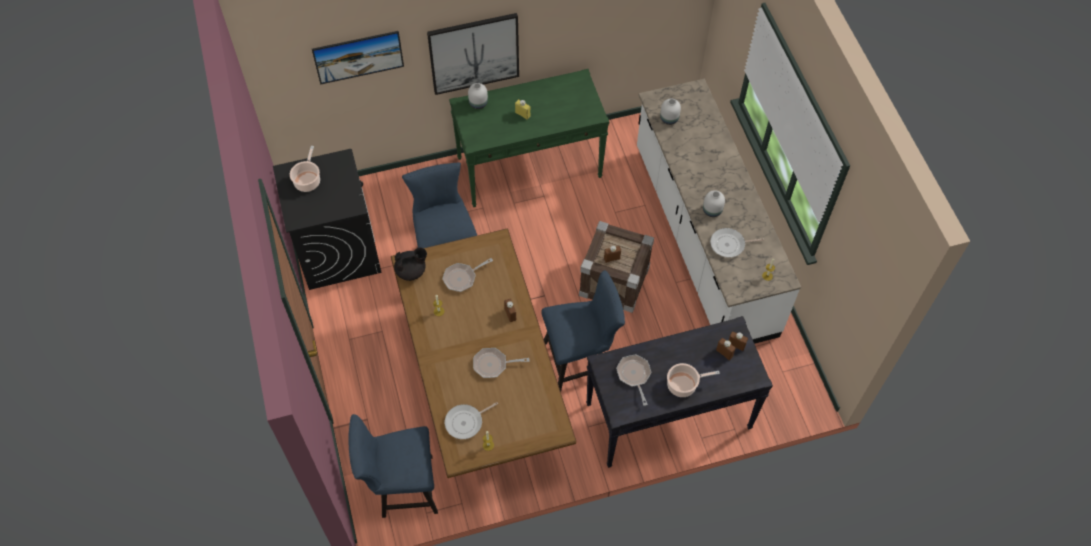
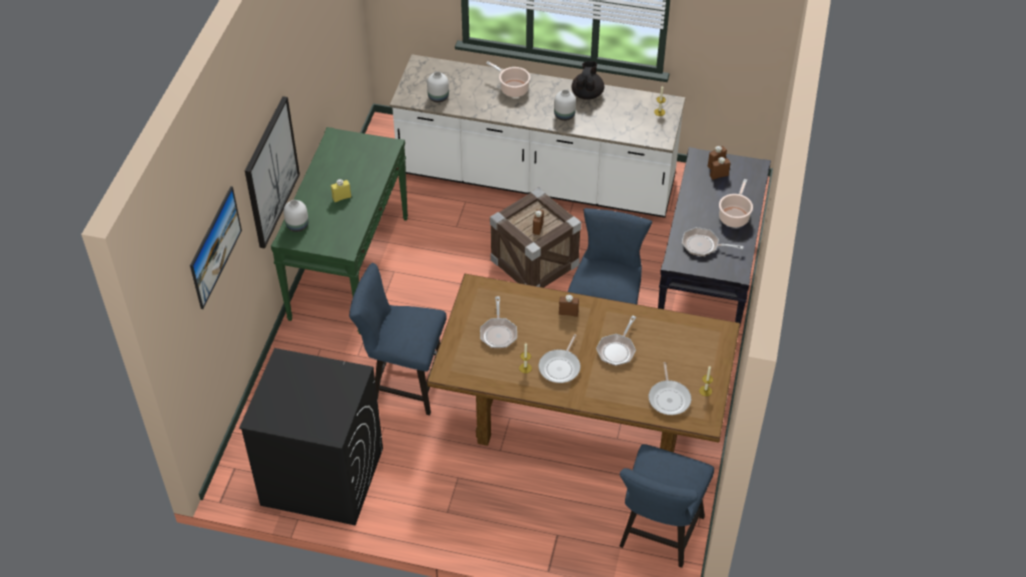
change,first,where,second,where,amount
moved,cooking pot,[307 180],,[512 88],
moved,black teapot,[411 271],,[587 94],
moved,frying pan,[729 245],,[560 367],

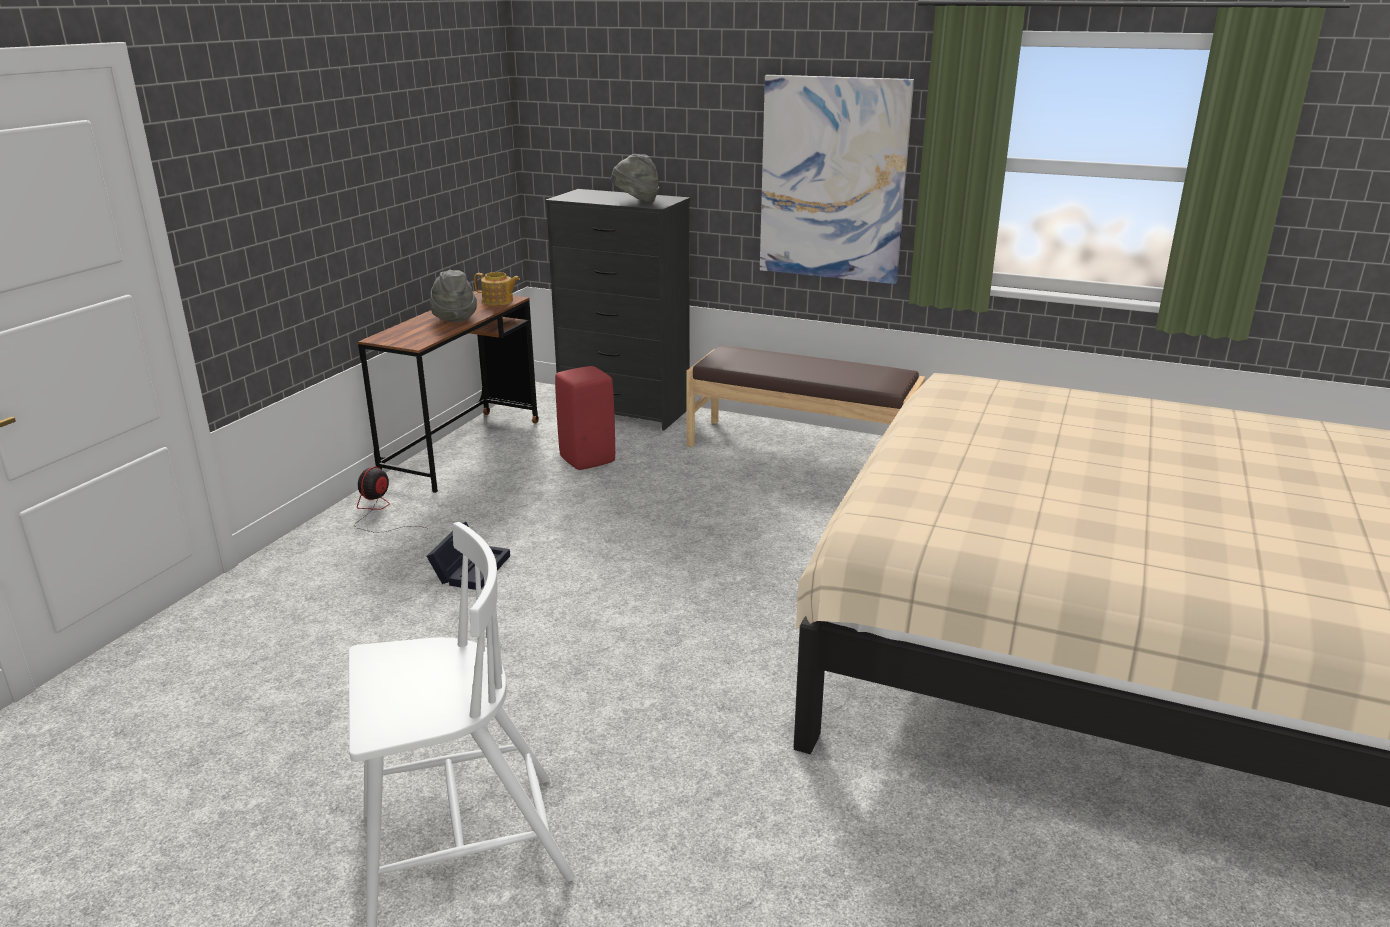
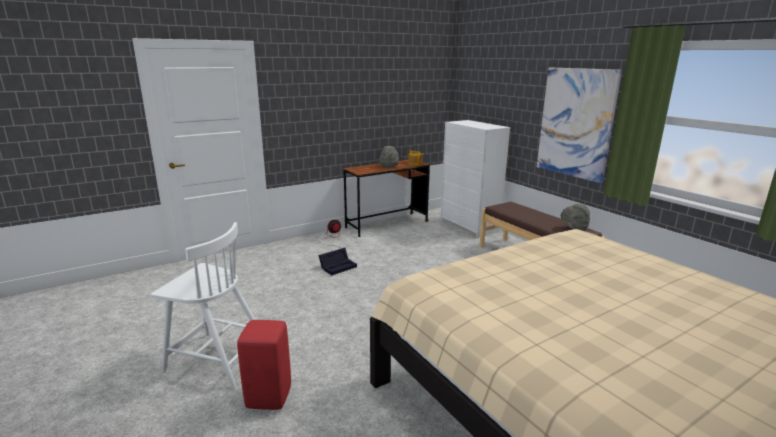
change,first,where,second,where,amount
recoloured,black dresser,[625 411],white dresser,[469 226],
moved,red stool,[587 461],,[268 398],
moved,grey hat,[636 201],,[573 229],

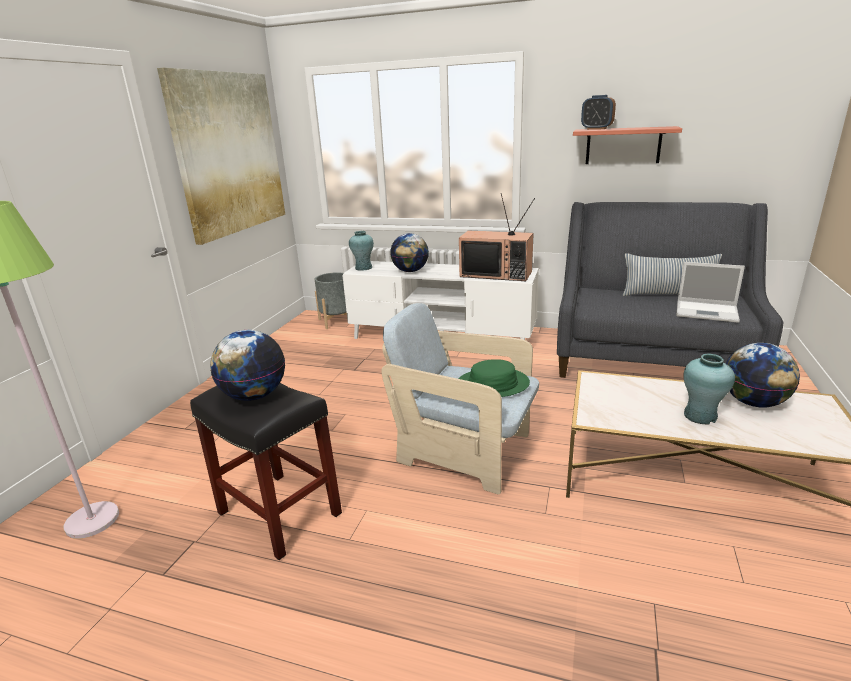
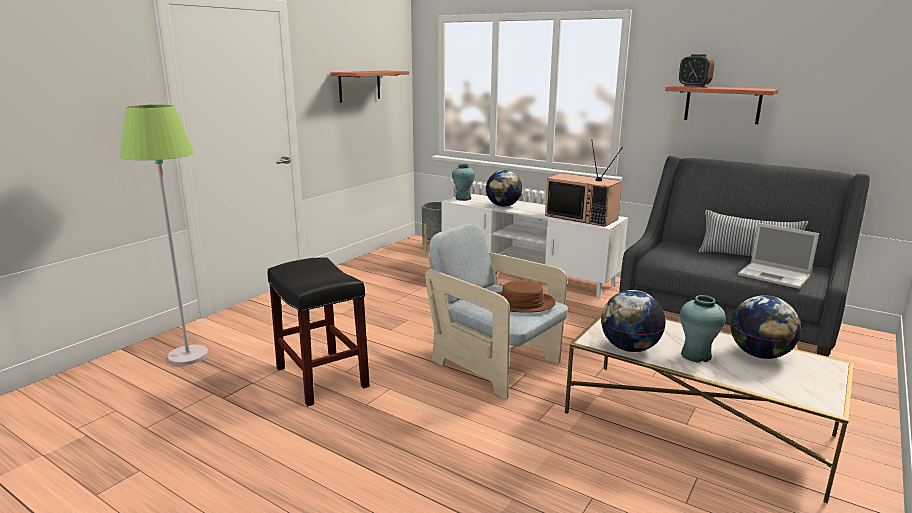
change,first,where,second,where,amount
replaced,picture,[229 154],shelf,[359 86],
moved,globe,[254 396],,[629 348],
recoloured,green hat,[493 384],brown hat,[521 303],

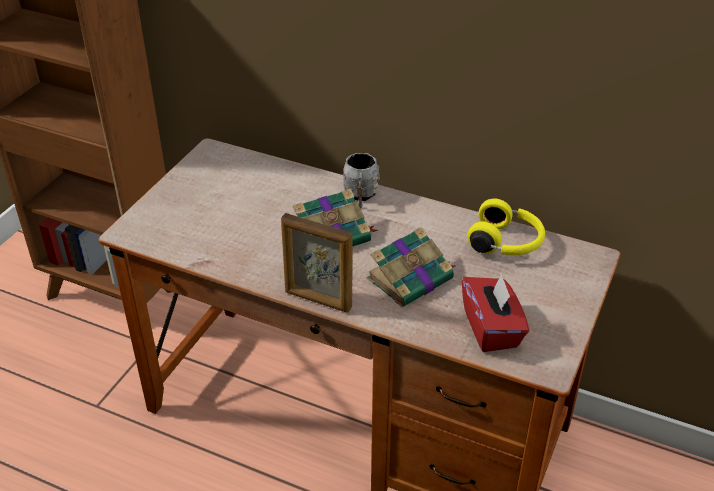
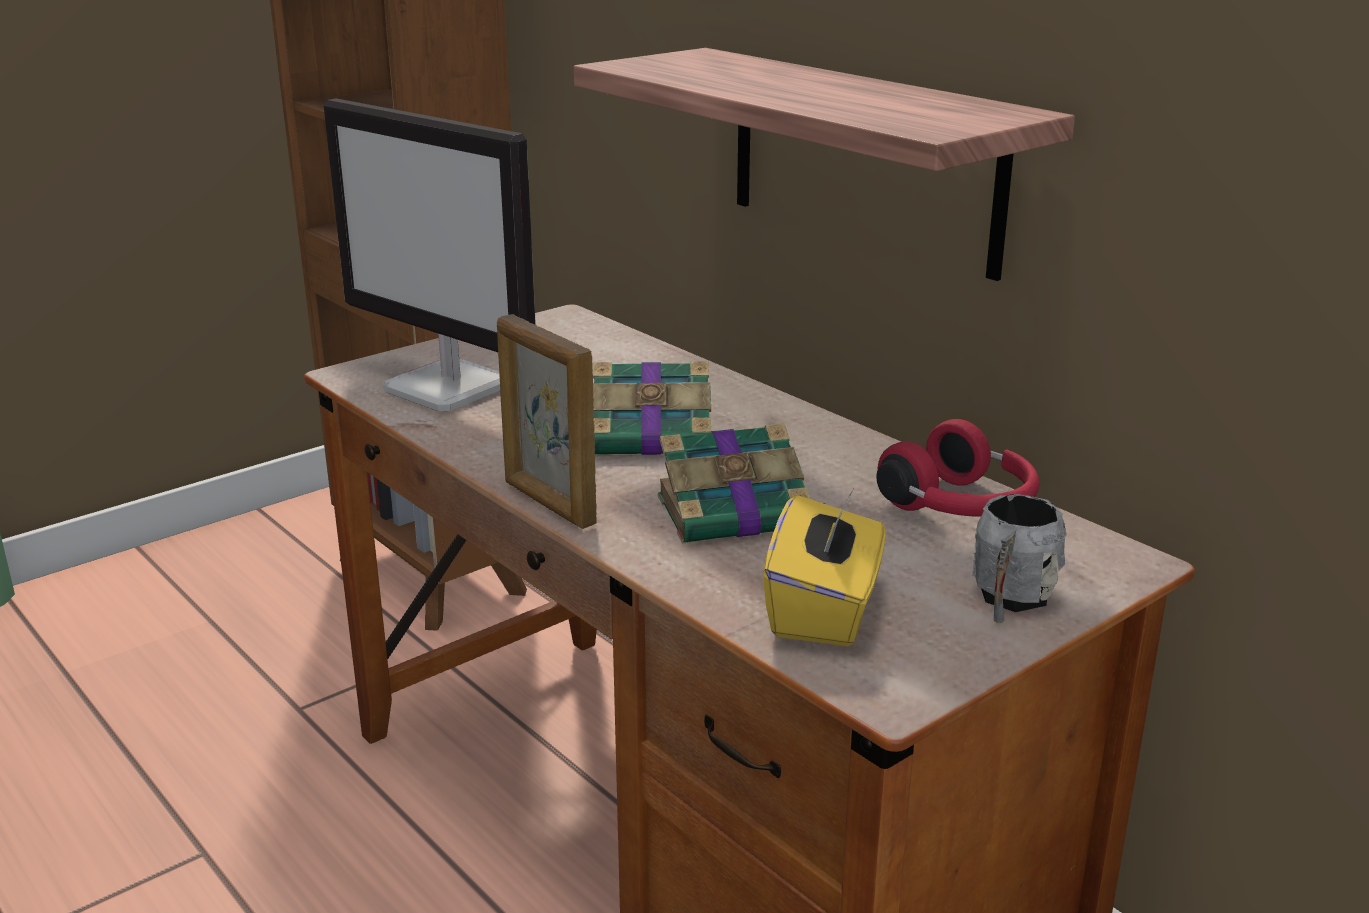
change,first,where,second,where,amount
moved,grey mug,[360 196],,[1009 600],
recoloured,red tissue box,[492 329],yellow tissue box,[824 611],
recoloured,yellow headphones,[506 243],red headphones,[961 507],
added,,,monitor,[450 388],
added,,,shelf,[863 159],

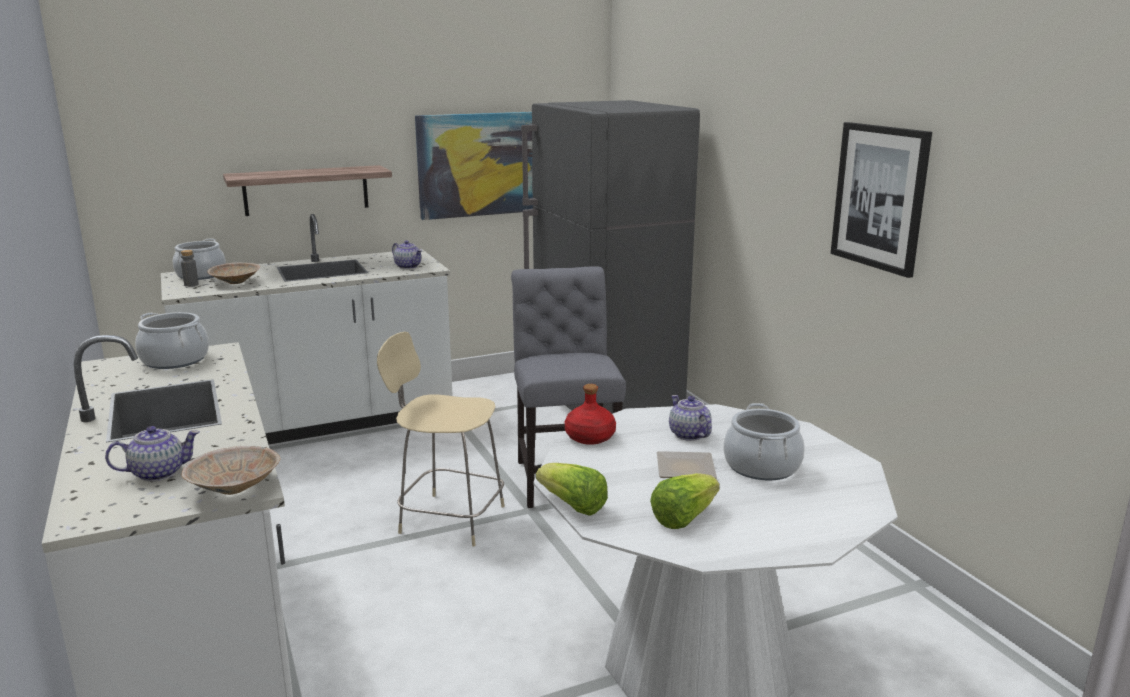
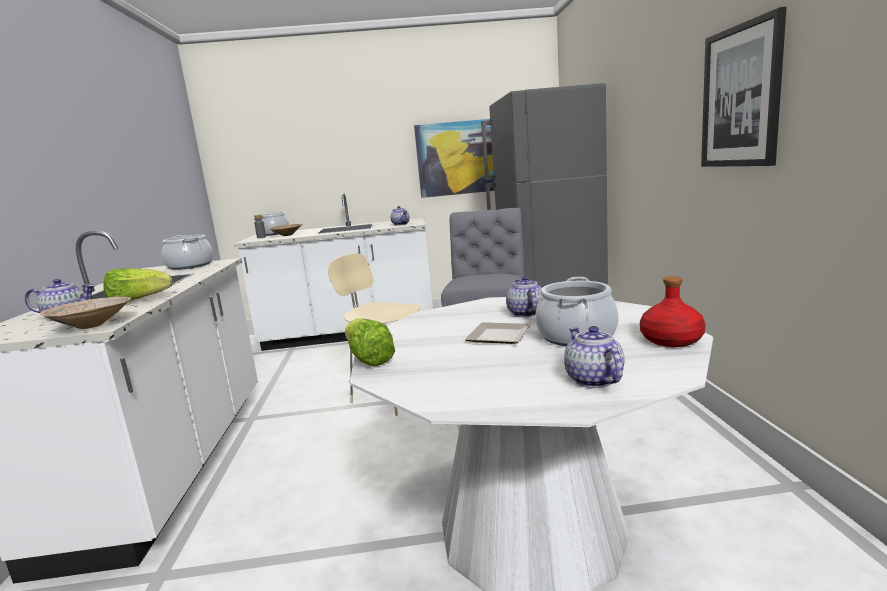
change,first,where,second,where,amount
removed,shelf,[306 190],,,
moved,red bottle,[590 437],,[672 340],
moved,lettuce,[683 518],,[138 300],
added,,,teapot,[592 379],

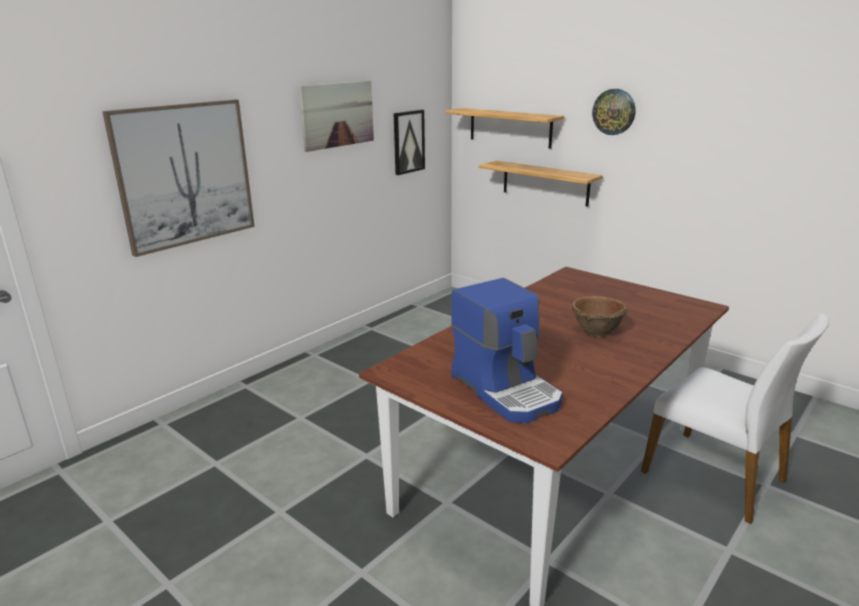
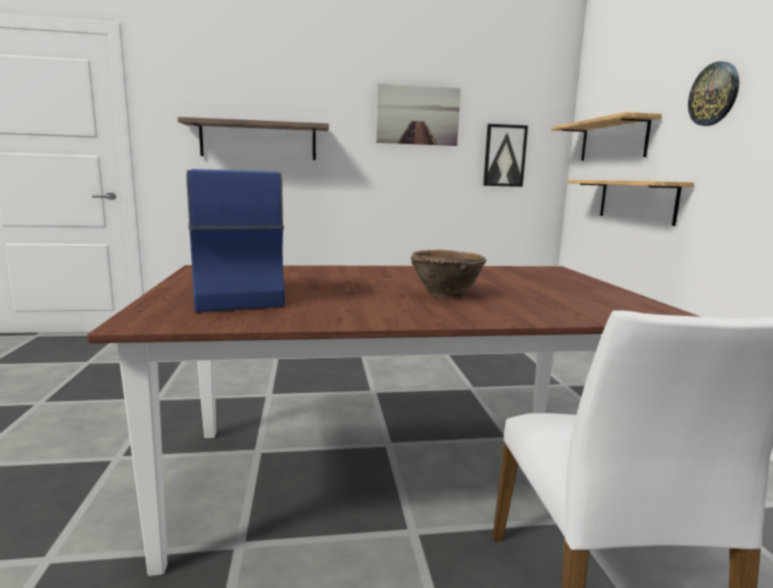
change,first,where,second,where,amount
replaced,picture,[185 175],shelf,[258 140],
turned,coffee machine,[507 390],,[233 294],150 degrees clockwise

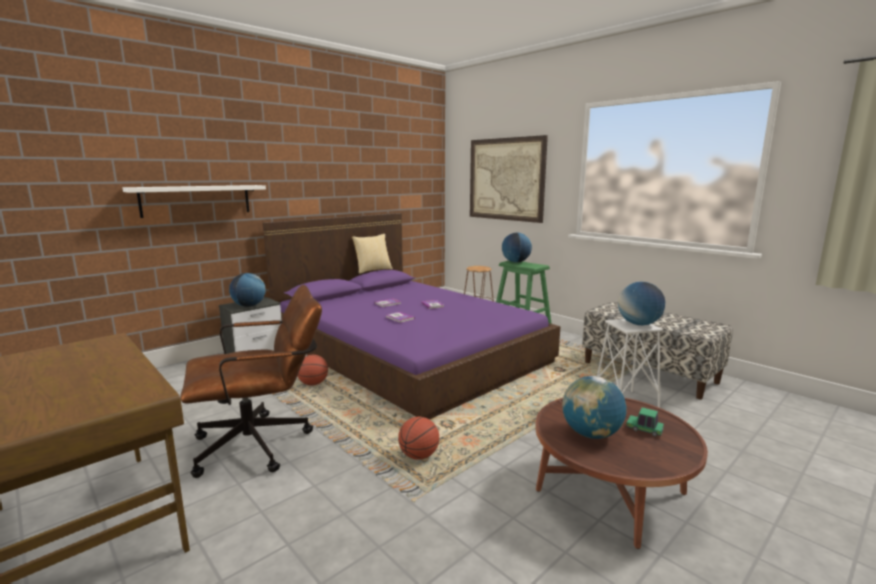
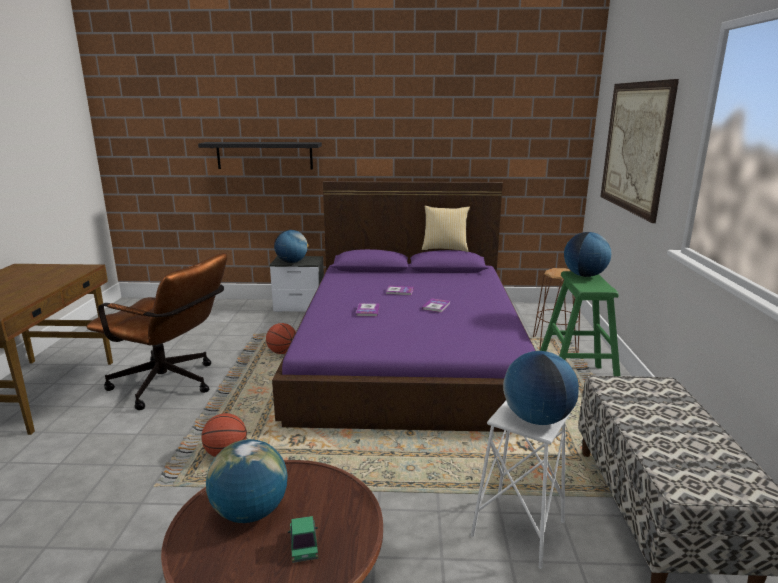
change,first,where,second,where,amount
recoloured,white shelf,[196 200],black shelf,[264 155],

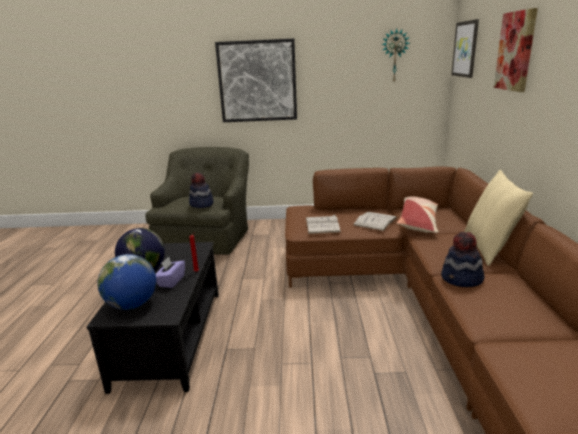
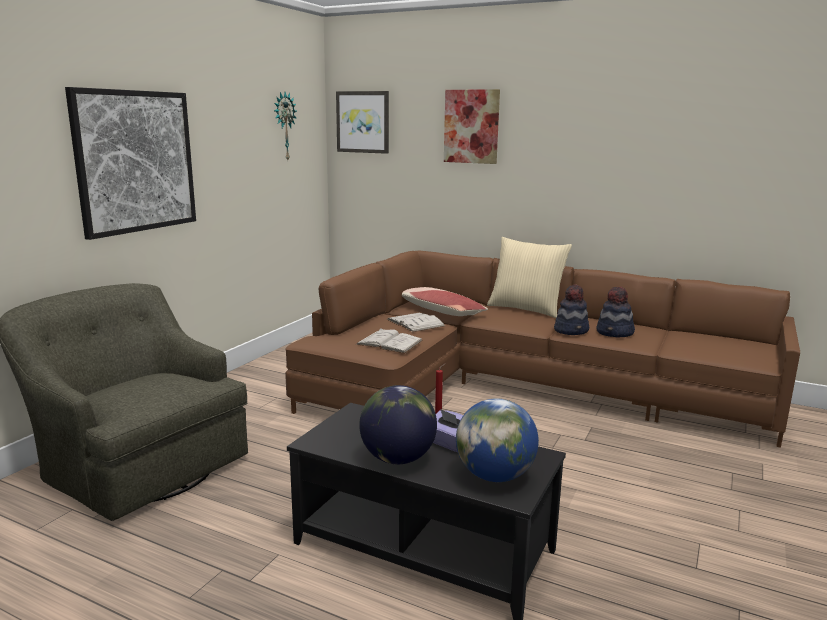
change,first,where,second,where,amount
moved,hat,[201 204],,[615 333],

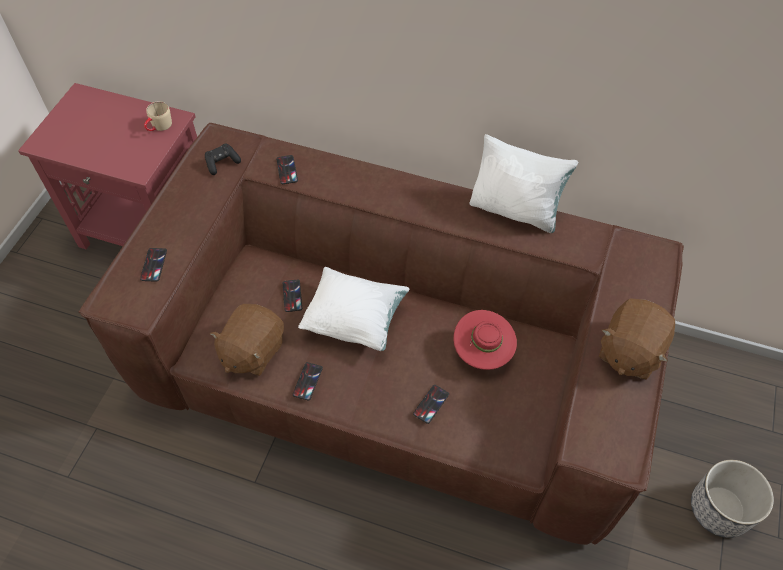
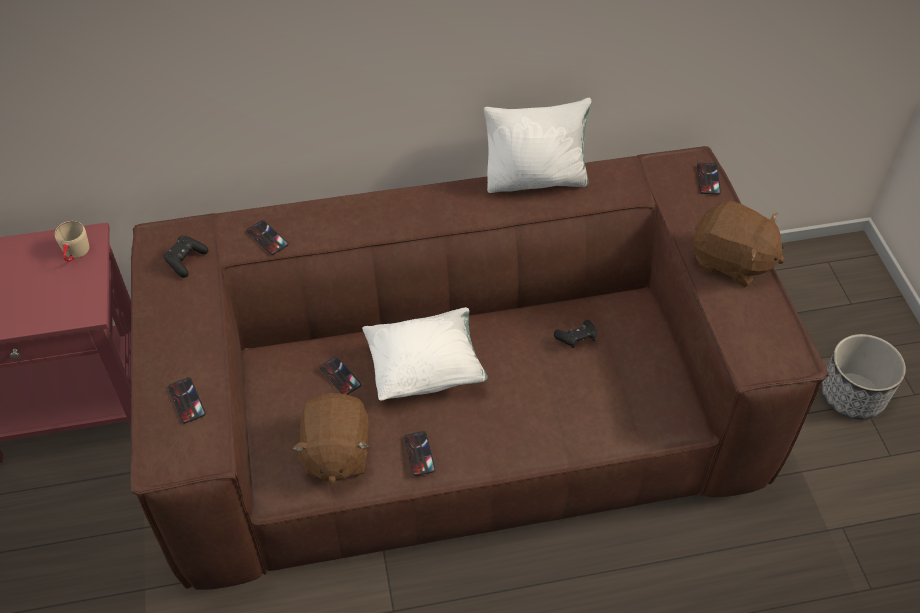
change,first,where,second,where,amount
moved,phone,[431 404],,[708 179],
replaced,red hat,[482 352],black game controller,[576 339],
turned,brown plush toy,[629 351],,[731 262],60 degrees counterclockwise

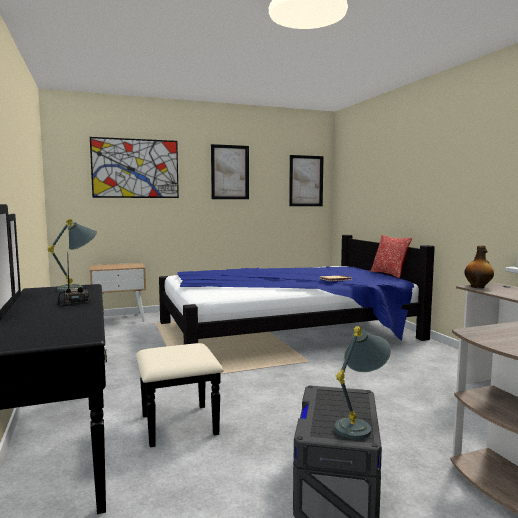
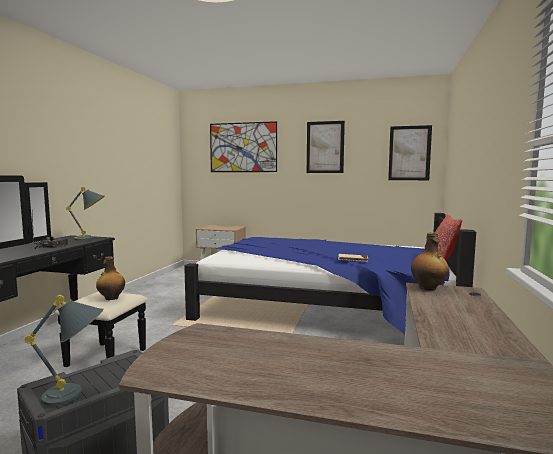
change,first,where,second,where,amount
added,,,bottle,[111 298],

